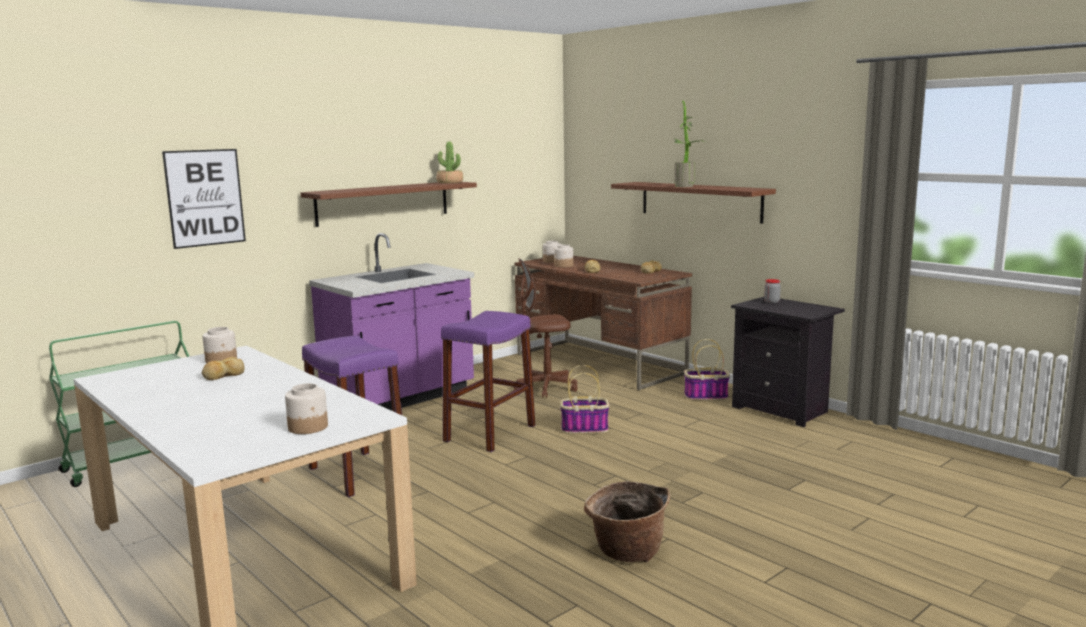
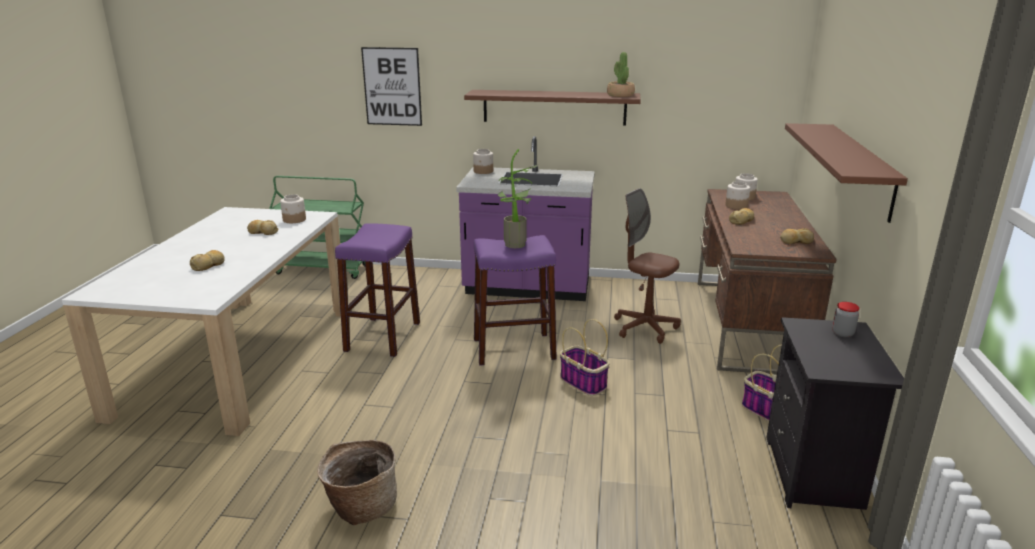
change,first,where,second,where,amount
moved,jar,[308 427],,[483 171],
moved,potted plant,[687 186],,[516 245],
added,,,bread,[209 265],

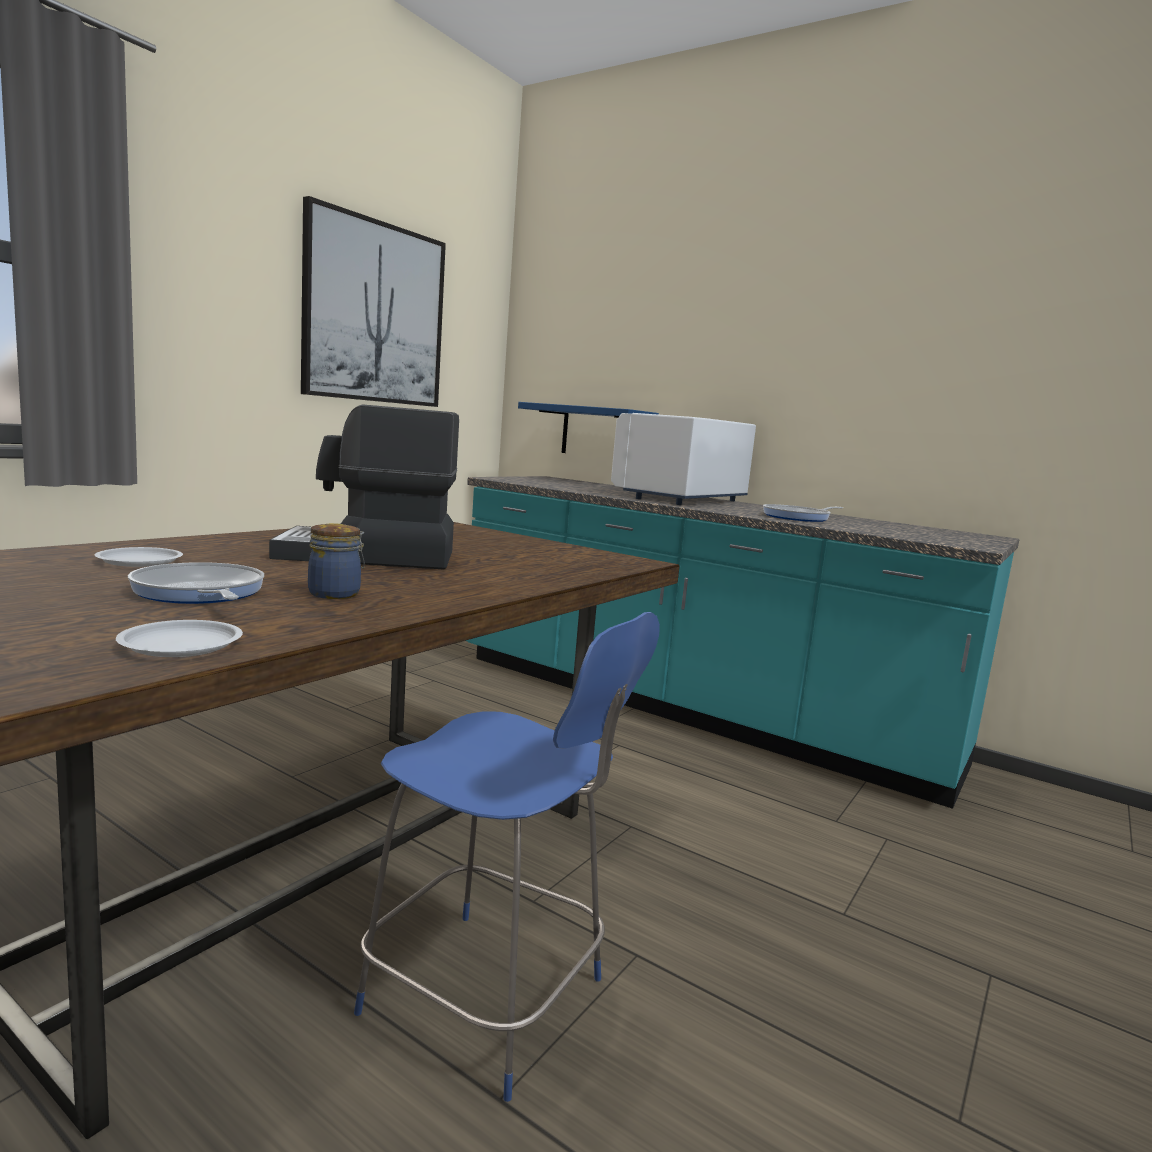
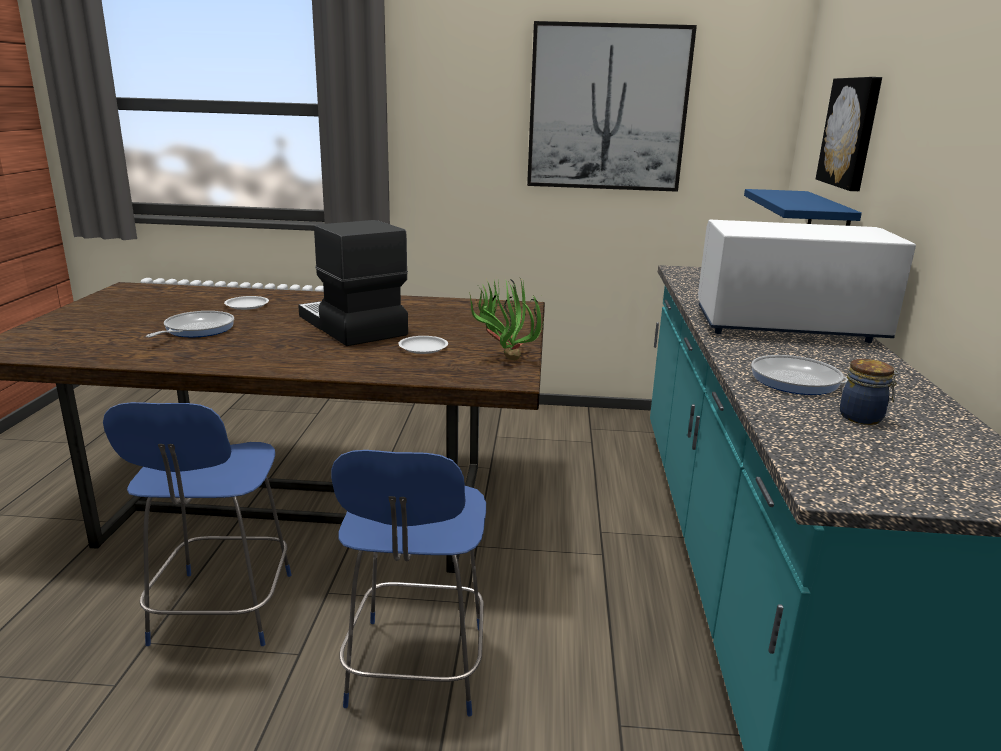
change,first,where,second,where,amount
moved,white plate,[181 645],,[423 348],
moved,jar,[336 594],,[863 417],
added,,,blue chair,[416 670],
added,,,potted plant,[504 357],
added,,,picture,[851 133],

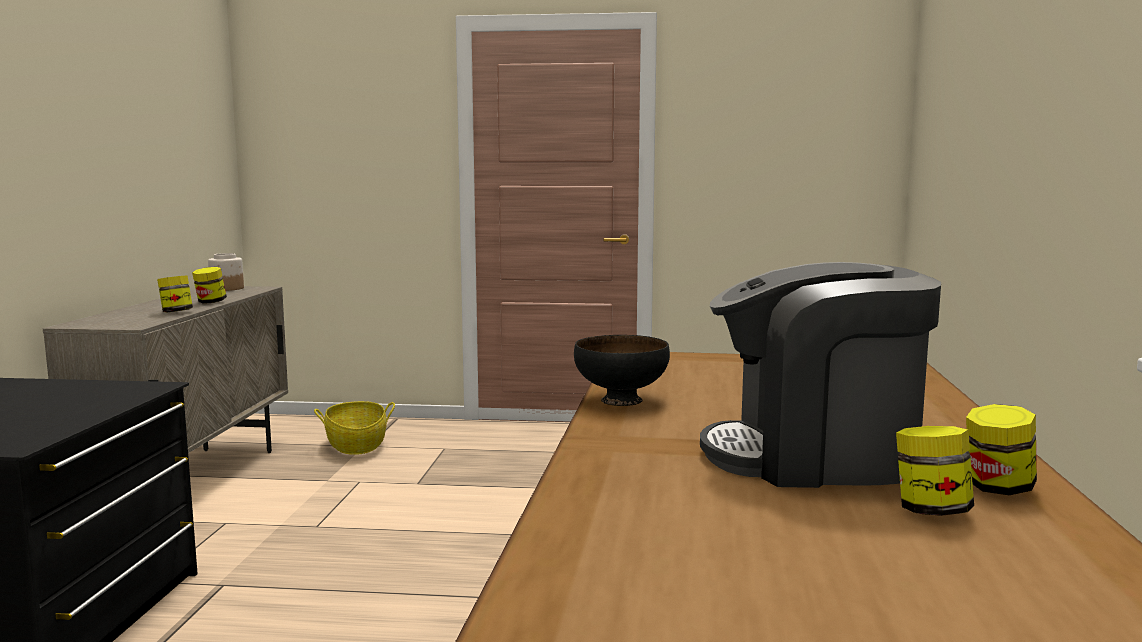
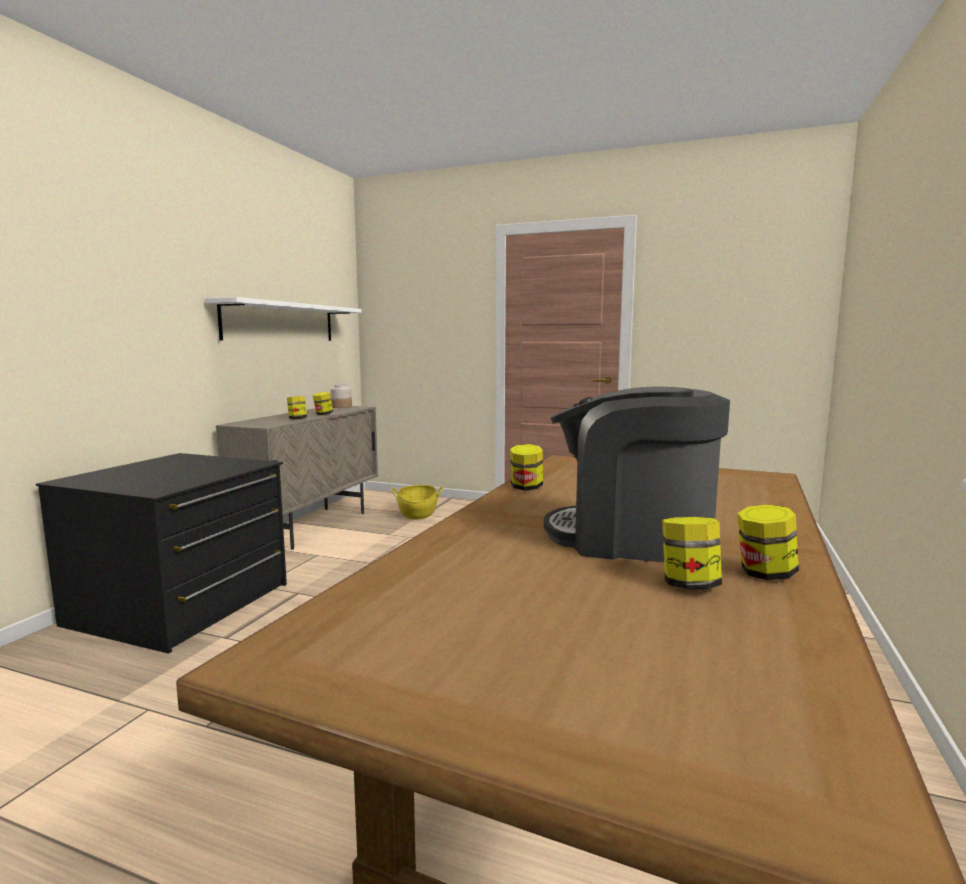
change,first,where,second,where,amount
replaced,black bowl,[621 400],jar,[526 488],
added,,,white shelf,[281 322],

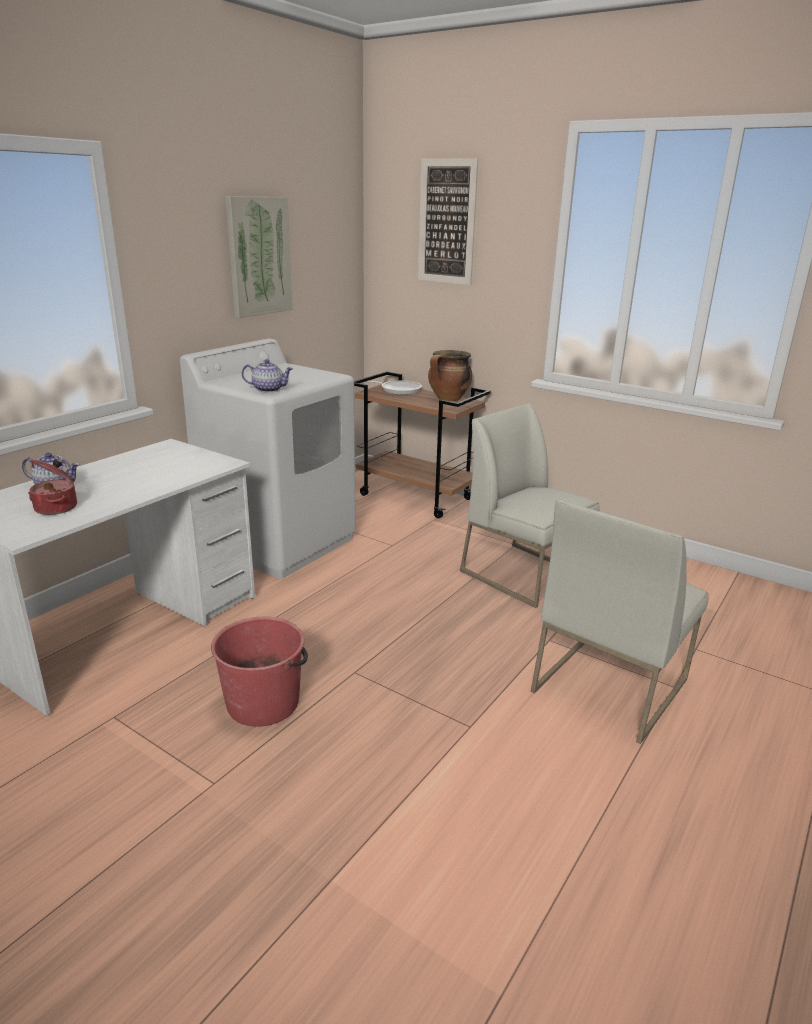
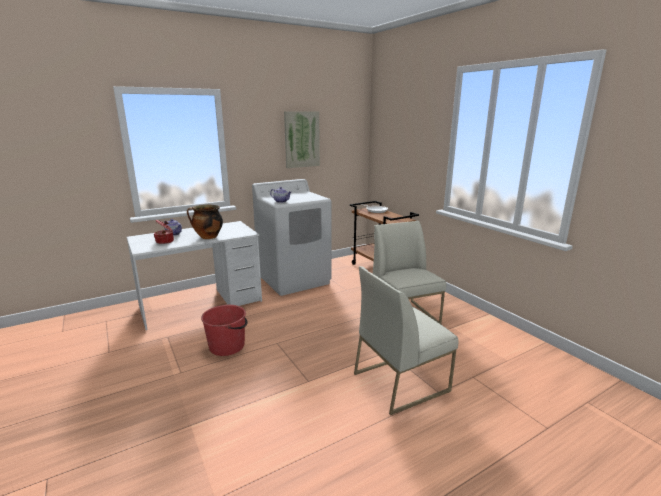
change,first,where,second,where,amount
removed,picture,[447 222],,,
moved,cooking pot,[448 399],,[208 237],

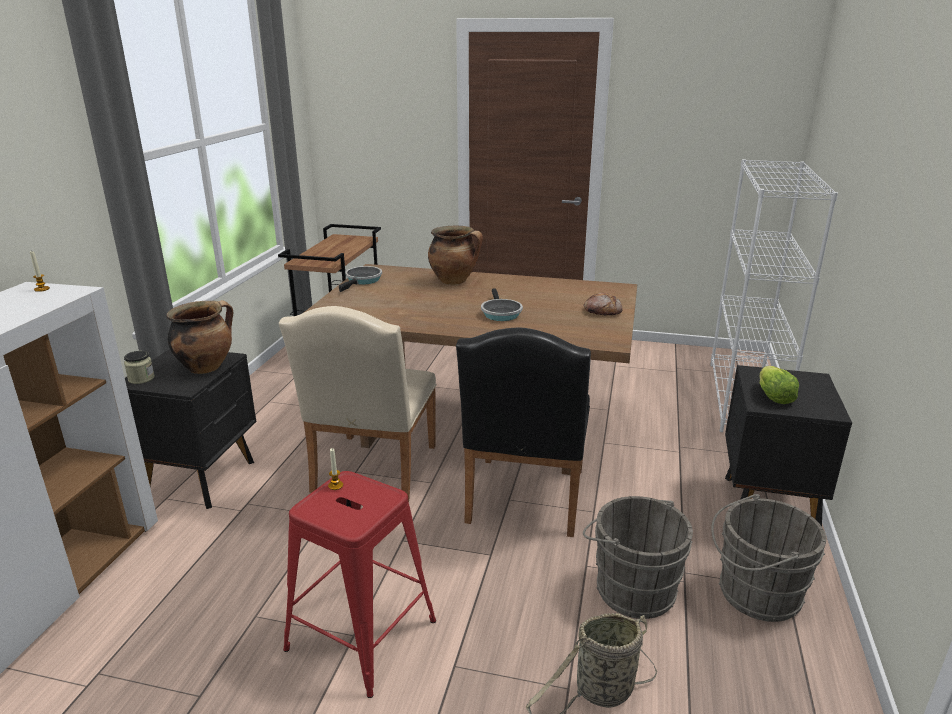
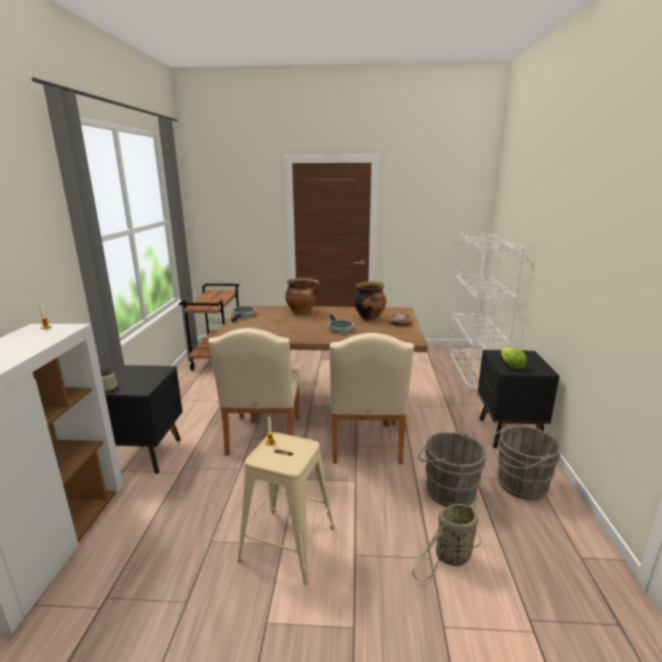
change,first,where,second,where,amount
moved,cooking pot,[206 367],,[369 317],
recoloured,red stool,[362 635],beige stool,[288 543],
recoloured,black chair,[524 501],beige chair,[365 445],

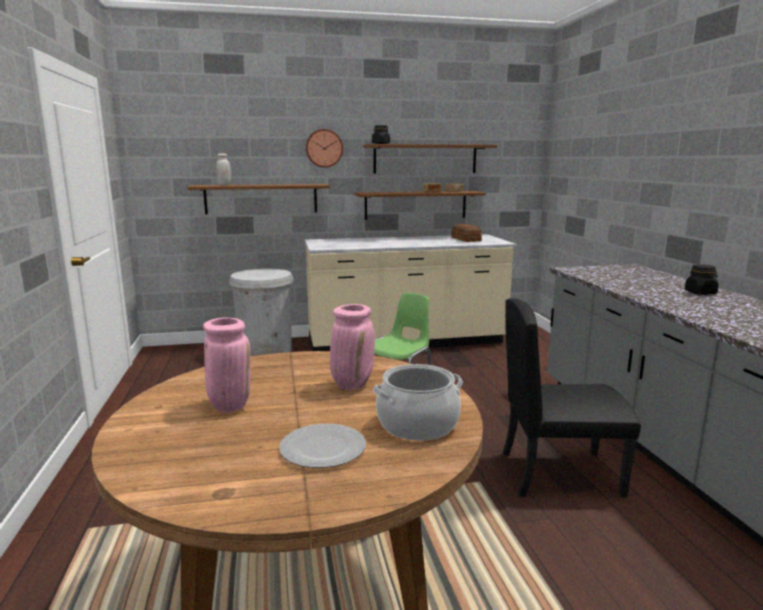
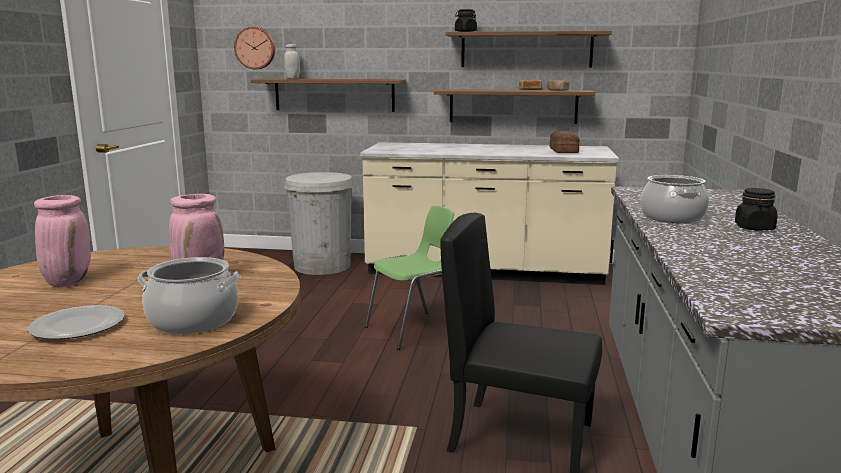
change,first,where,second,where,amount
moved,wall clock,[324 148],,[255 48],
added,,,cooking pot,[672 217],

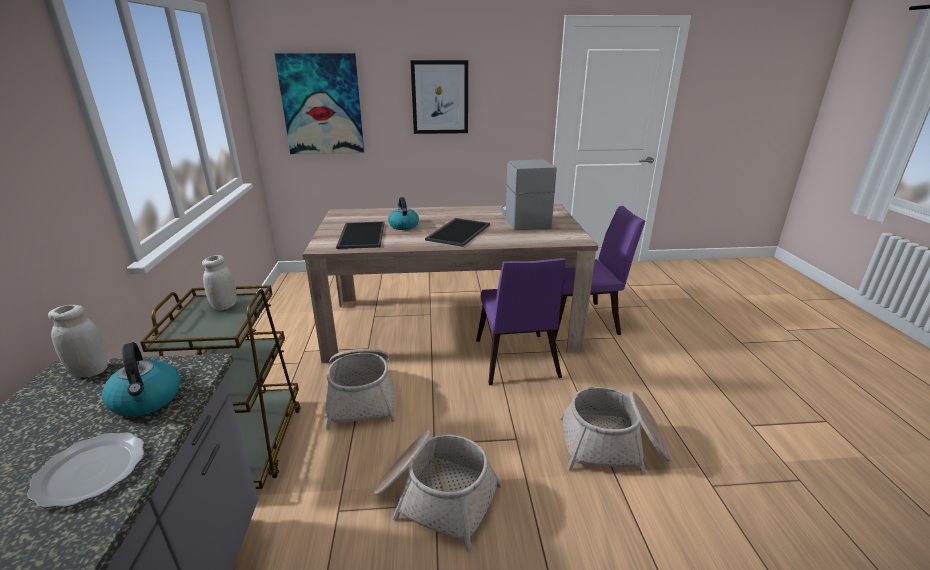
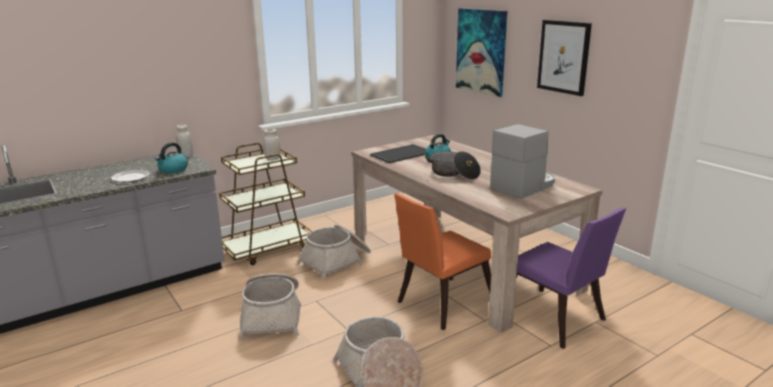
change,first,where,second,where,amount
replaced,tray,[458 232],cooking pot,[454 174],
recoloured,purple chair,[516 362],orange chair,[441 304],

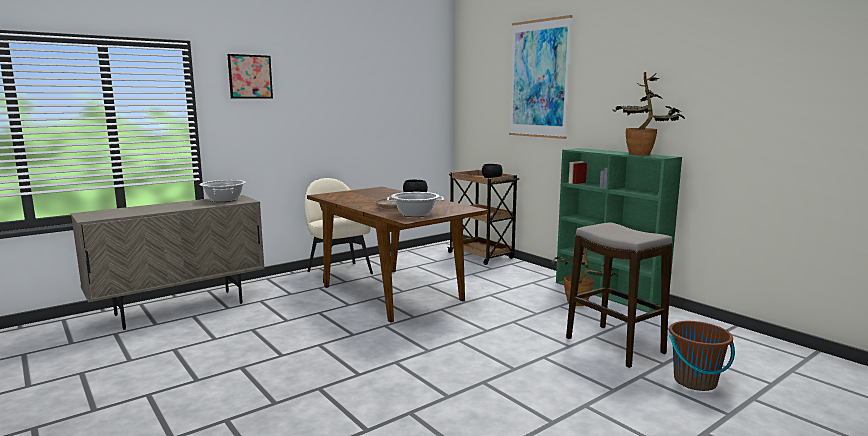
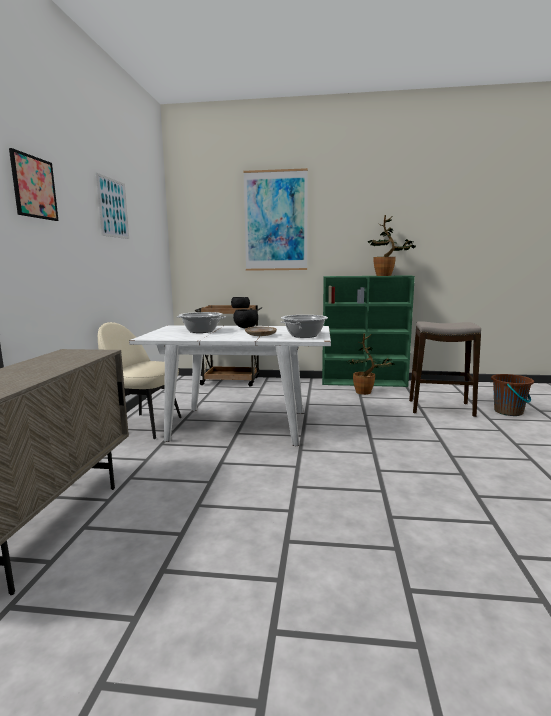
change,first,where,second,where,amount
moved,cooking pot,[224 200],,[201 331],
recoloured,brown dining table,[393 293],white dining table,[240 425],
added,,,picture,[113 208],

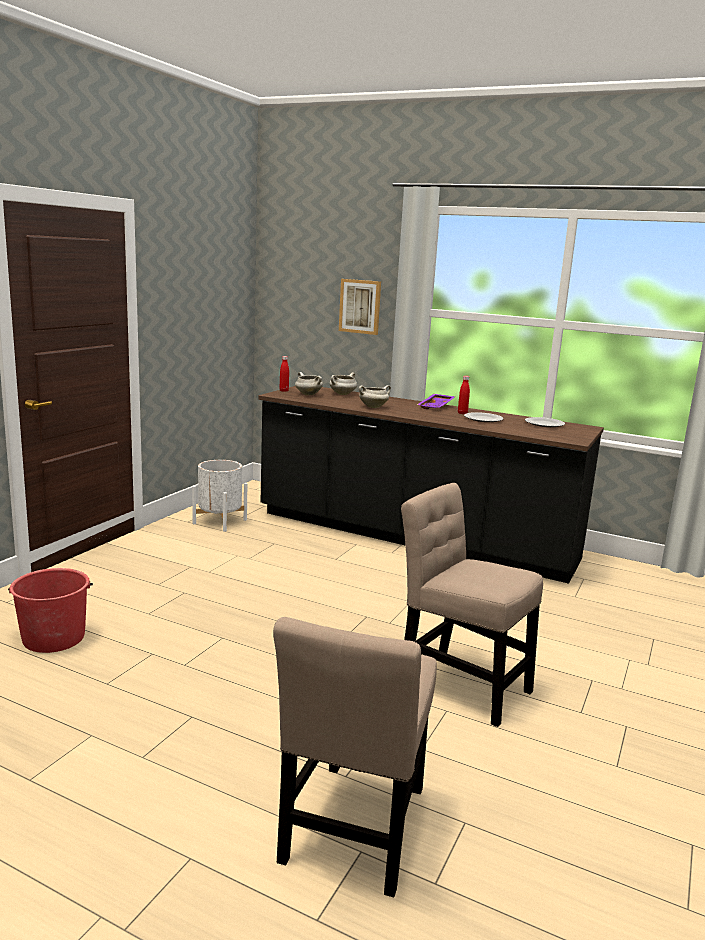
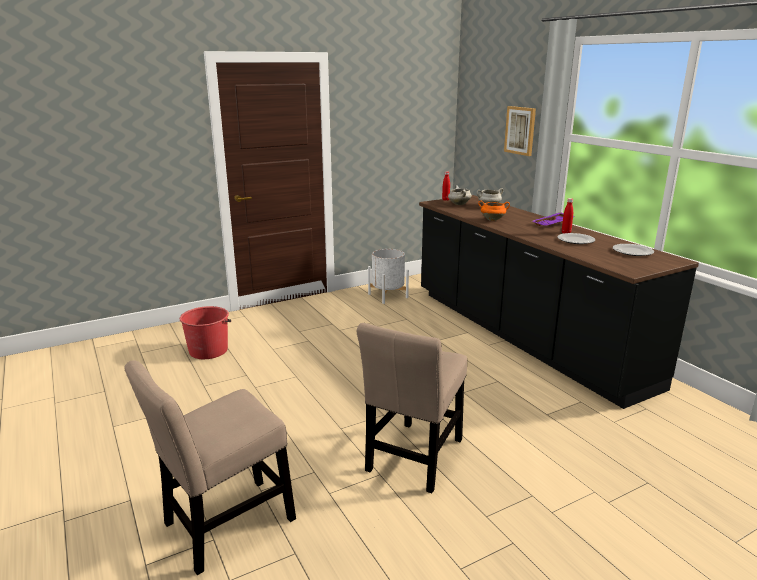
change,first,where,second,where,amount
recoloured,white cooking pot,[373 407],orange cooking pot,[493 219],
turned,beige chair,[459 683],,[414 458],135 degrees counterclockwise

